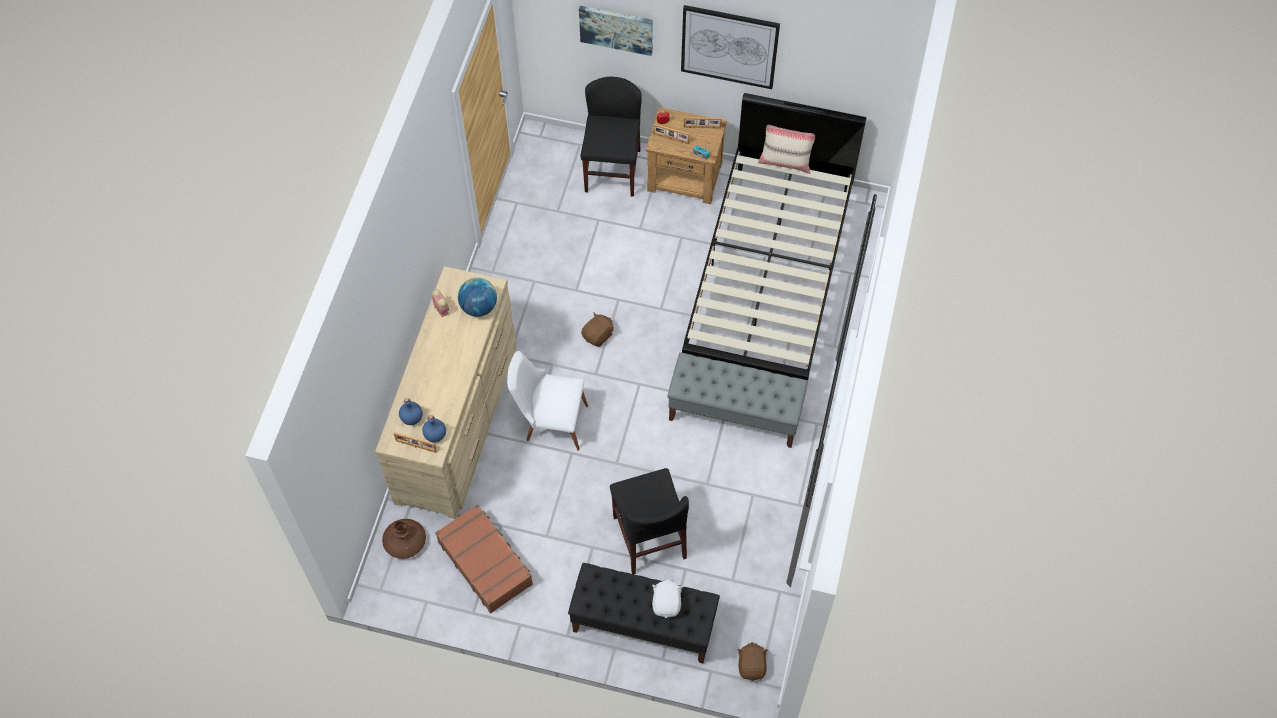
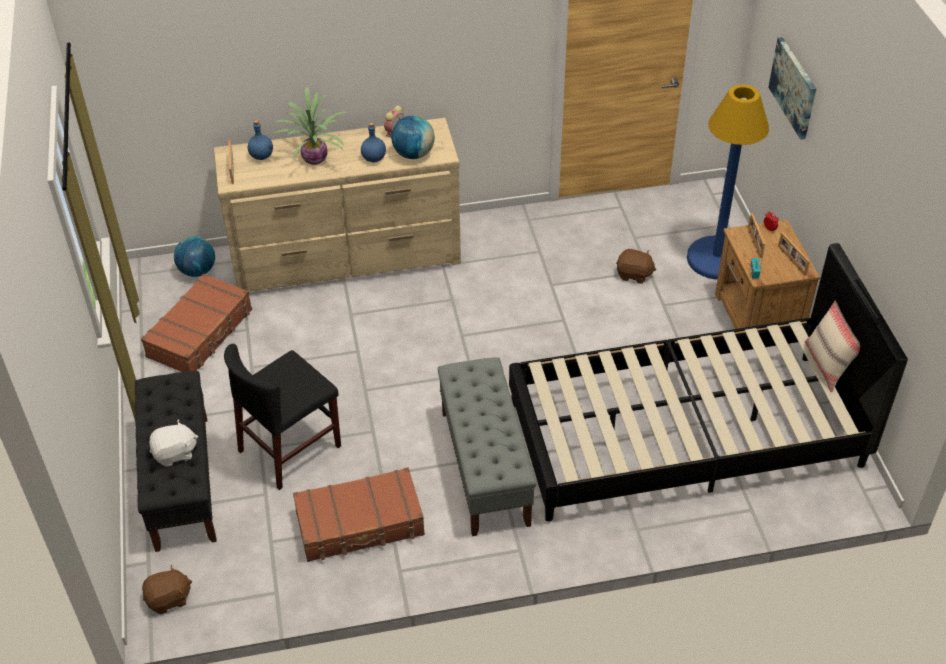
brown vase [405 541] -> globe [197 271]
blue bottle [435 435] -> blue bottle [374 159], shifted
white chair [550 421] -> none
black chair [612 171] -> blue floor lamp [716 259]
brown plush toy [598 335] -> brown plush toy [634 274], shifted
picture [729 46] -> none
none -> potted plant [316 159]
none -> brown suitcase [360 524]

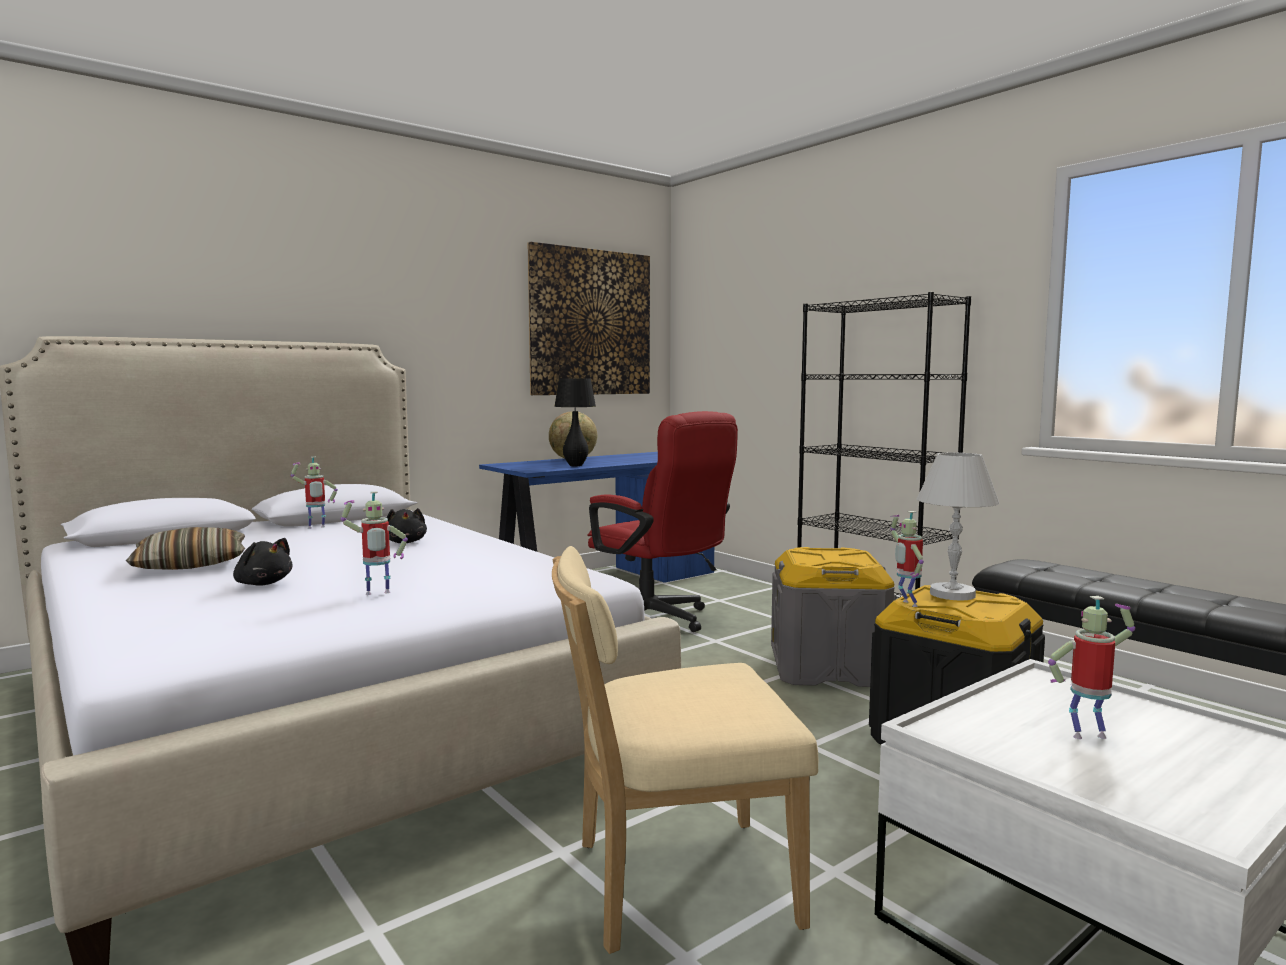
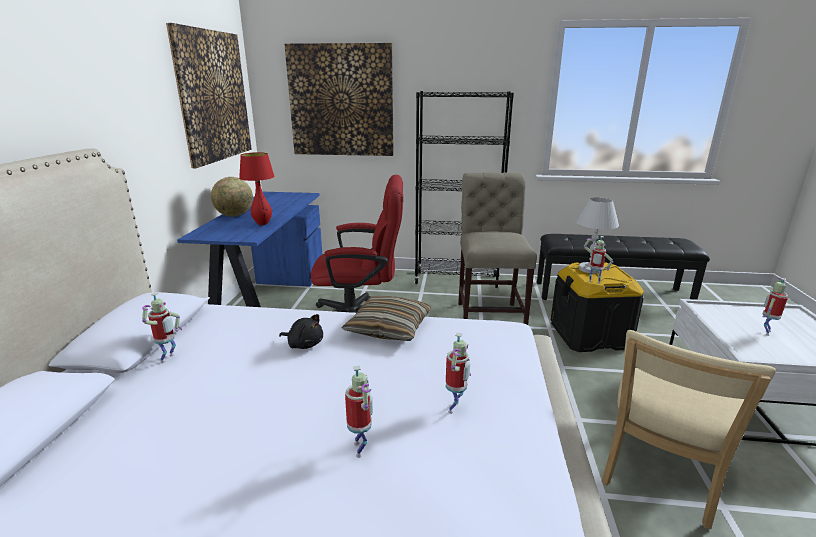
pillow [191 565] -> pillow [389 328], shifted
black plush toy [262 583] -> toy robot [361 449]
black table lamp [575 465] -> red table lamp [262 223]
grey storage box [828 668] -> beige chair [489 316]
none -> picture [341 101]

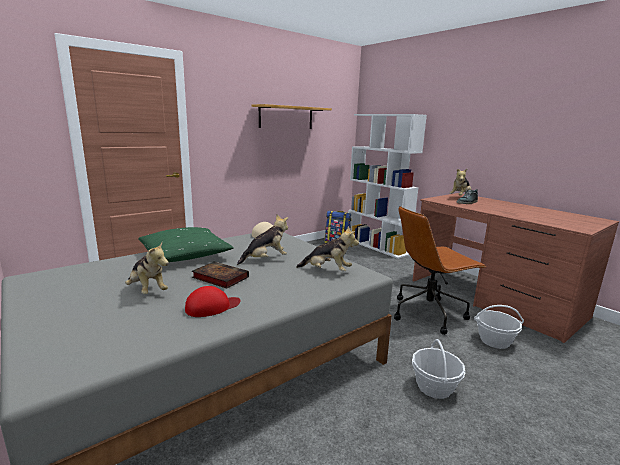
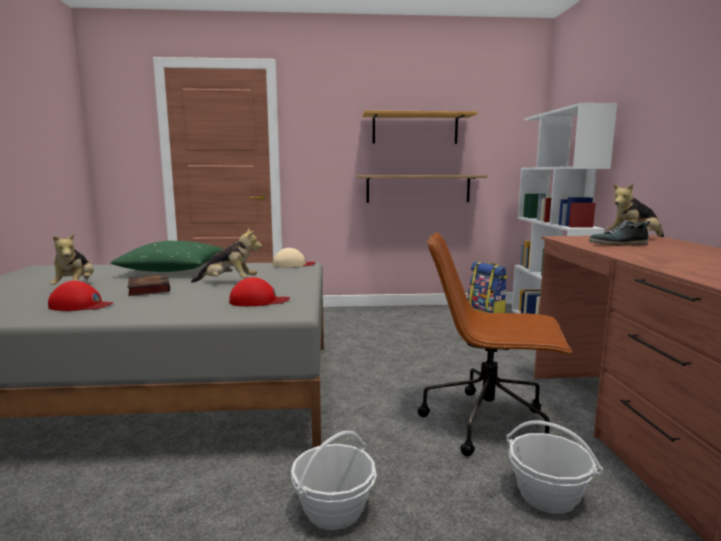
plush toy [327 271] -> red cap [258 301]
none -> shelf [418 188]

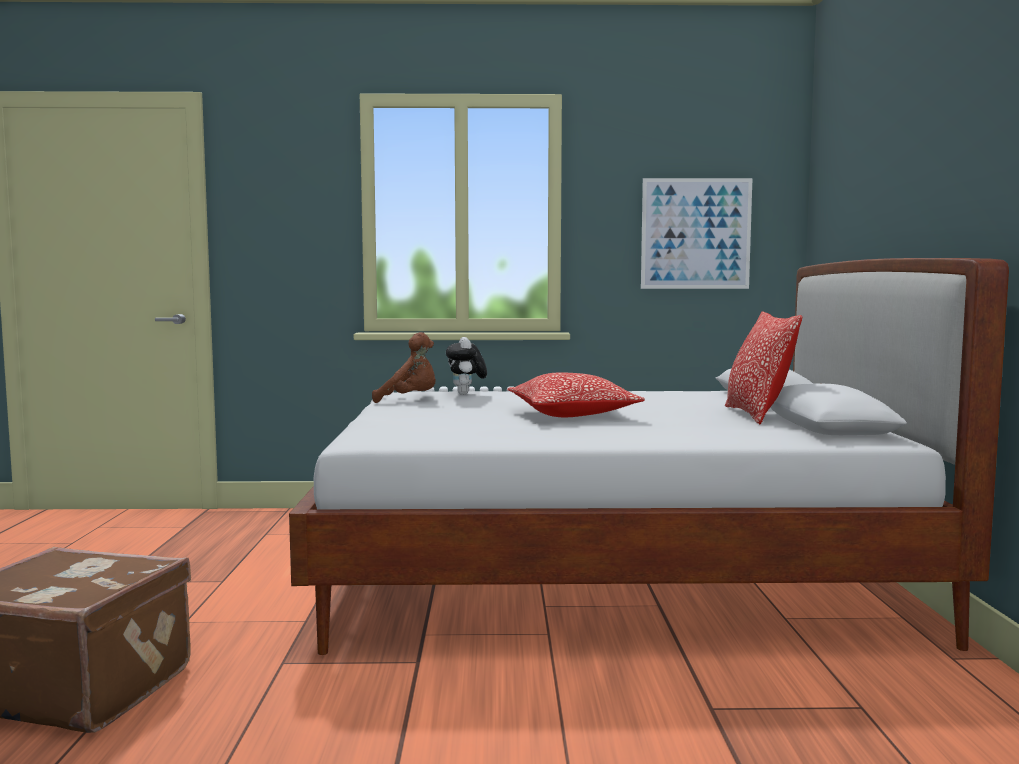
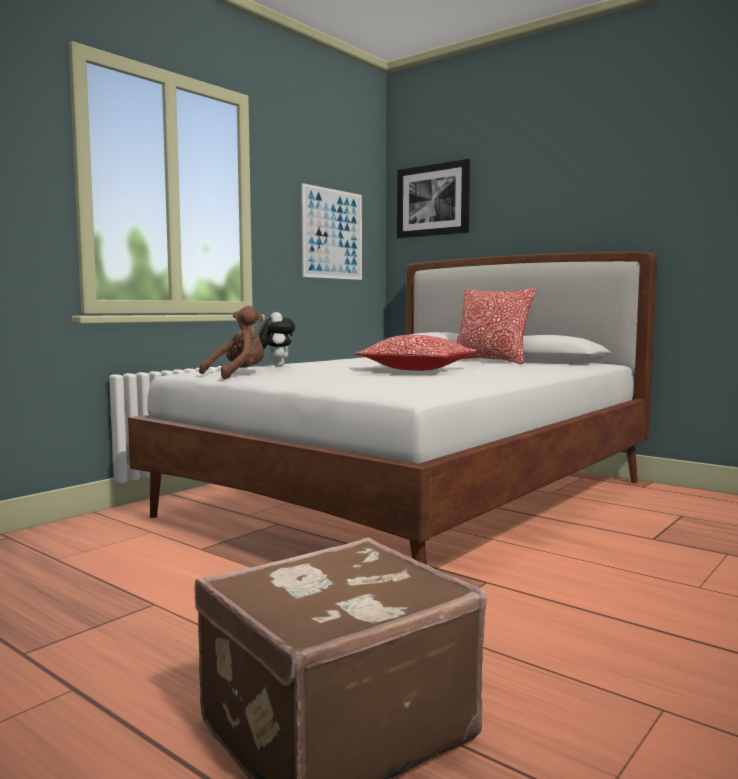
plush toy [466 394] -> plush toy [275 366], 135 degrees counterclockwise
none -> picture [433 200]

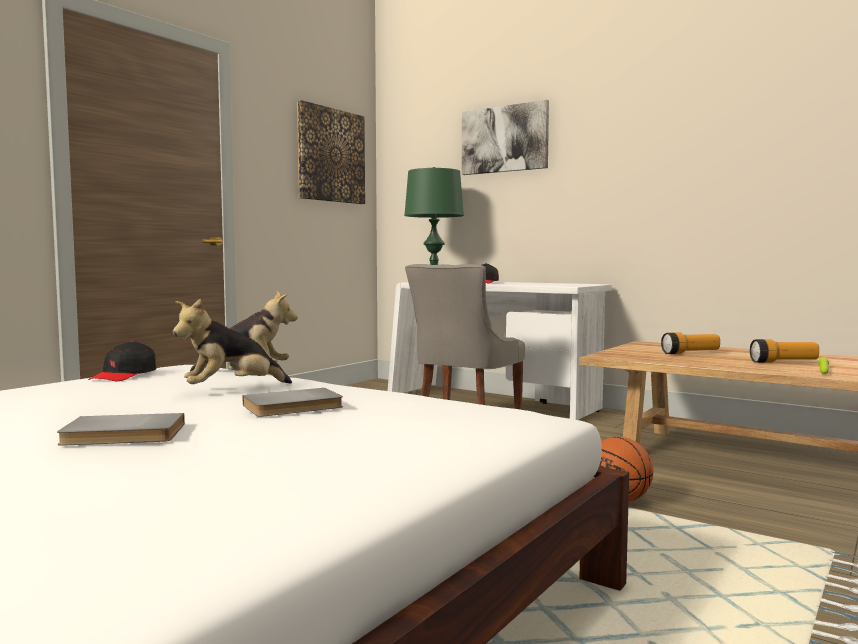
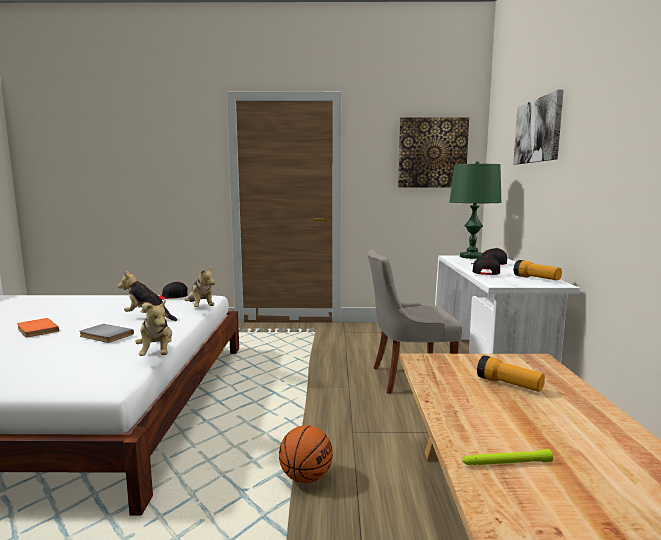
grey book [123 435] -> orange book [36 330]
flashlight [783 362] -> flashlight [536 279], shifted
none -> plush toy [157 354]
none -> black cap [485 273]

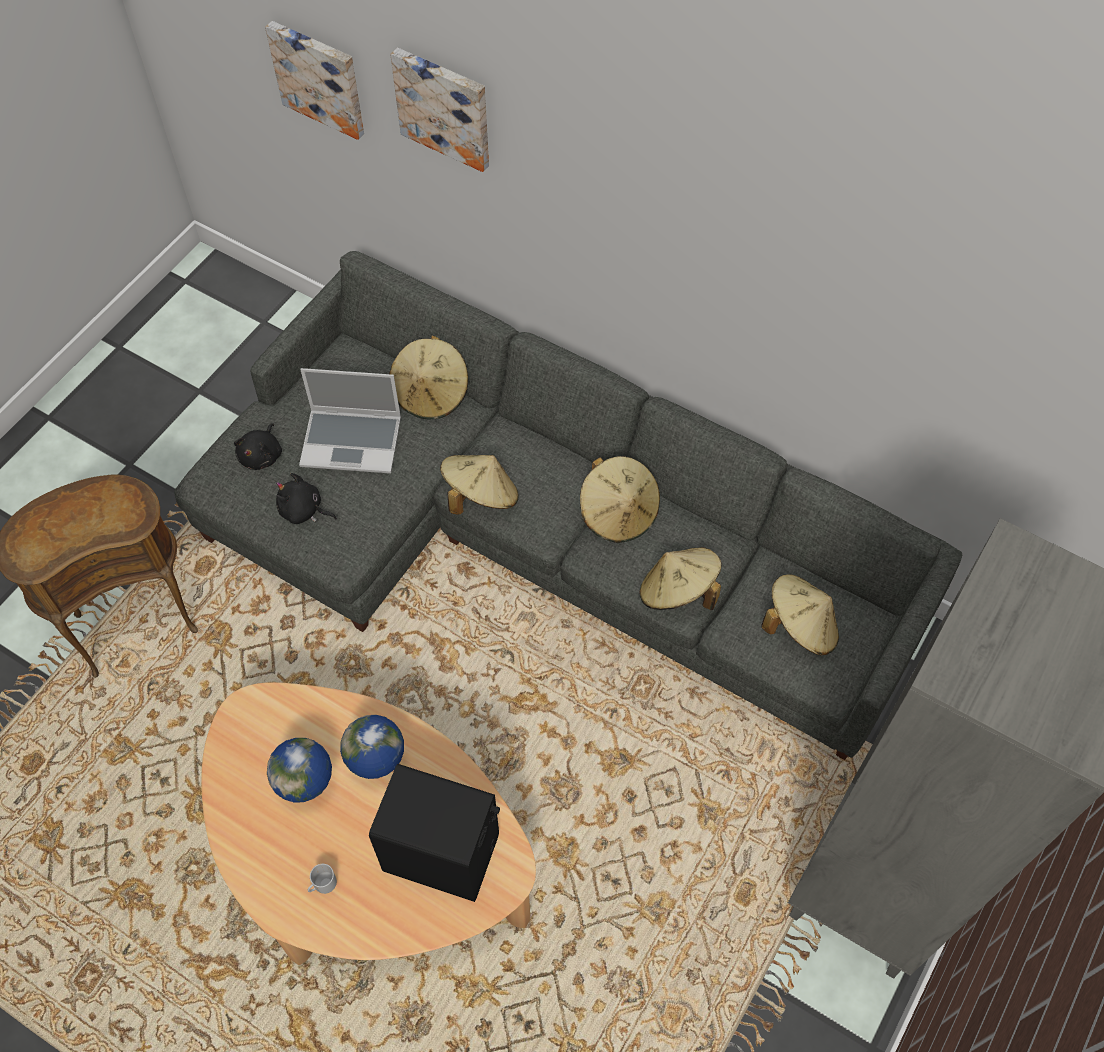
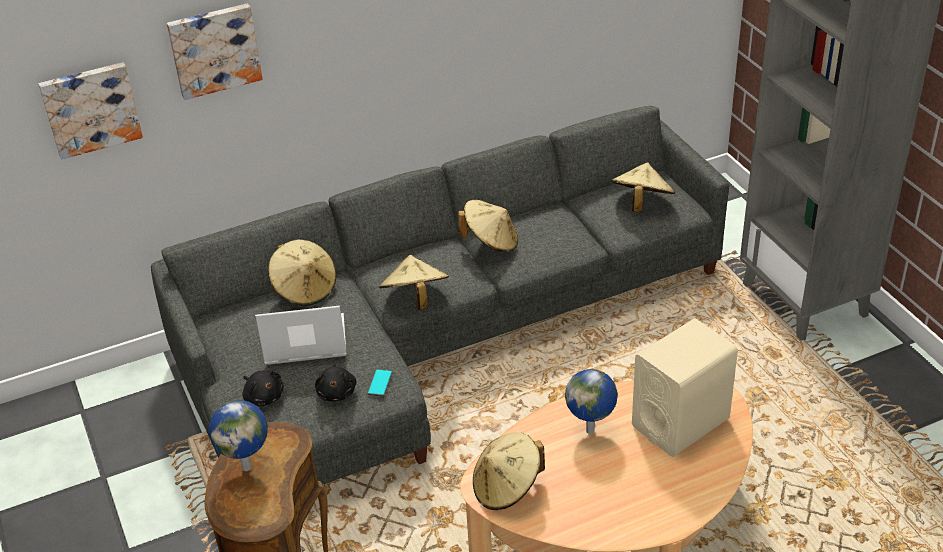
globe [310 790] -> globe [247 466], shifted
black plush toy [303 510] -> black plush toy [337 392], 60 degrees counterclockwise
laptop [353 441] -> laptop [304 342], 135 degrees counterclockwise
mug [324 884] -> none
black speaker [442 853] -> beige speaker [680 422]
beige hat [678 592] -> beige hat [507 488], shifted
none -> phone [380 383]

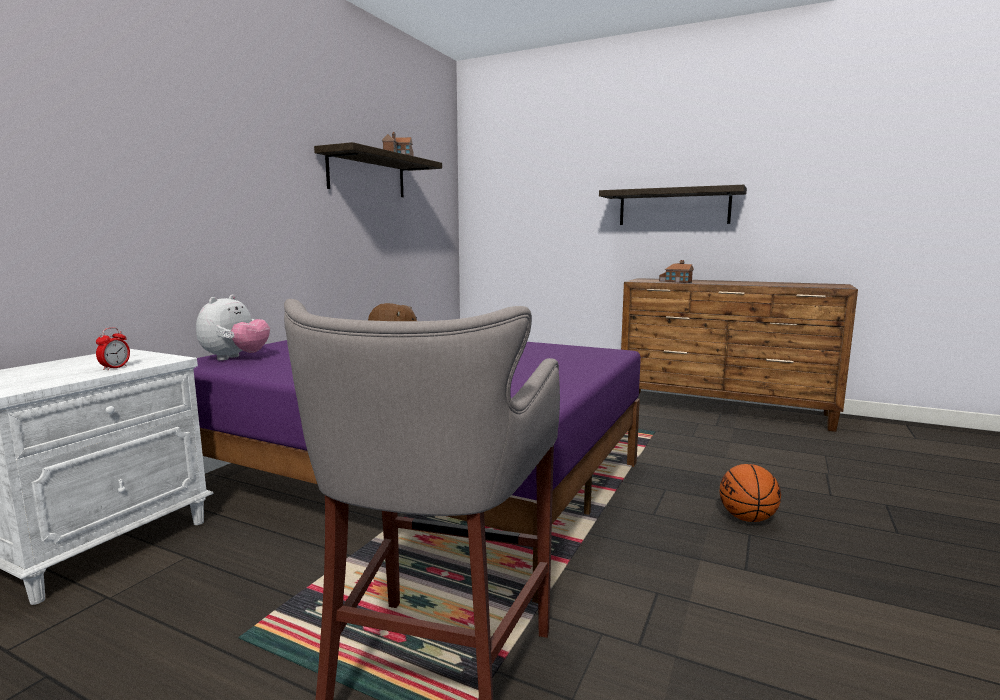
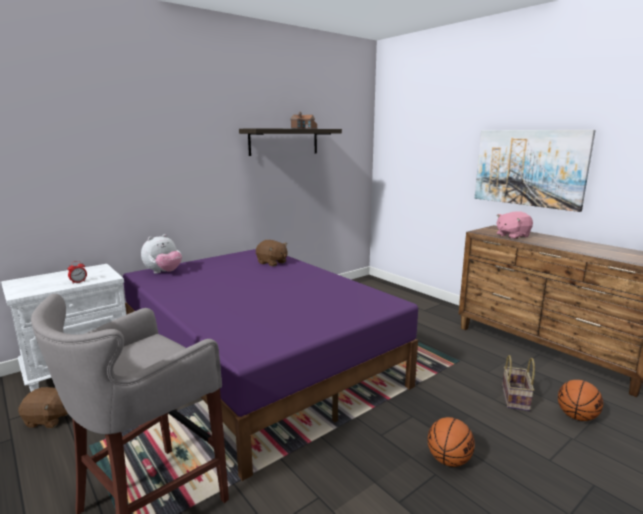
shelf [673 207] -> picture [529 168]
toy house [676 281] -> pink plush toy [512 236]
none -> brown plush toy [49 419]
none -> basket [516 399]
none -> basketball [576 416]

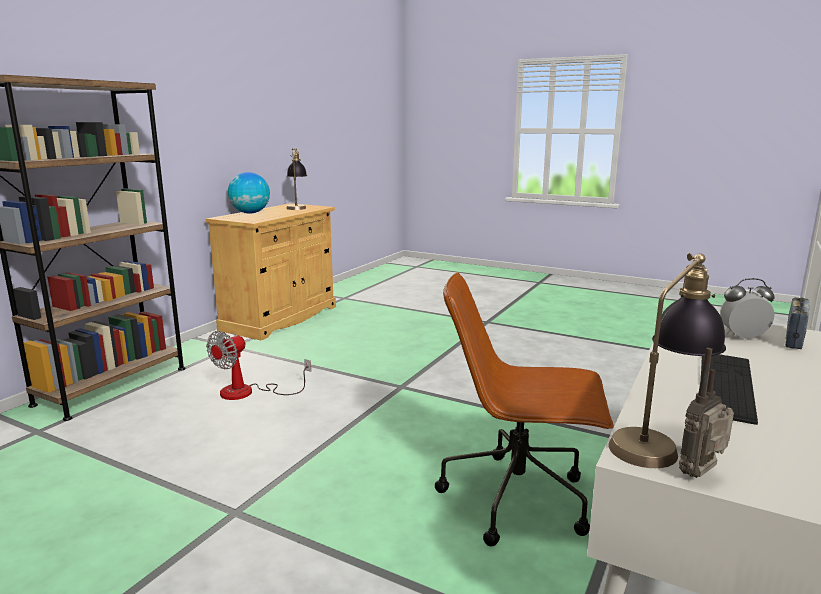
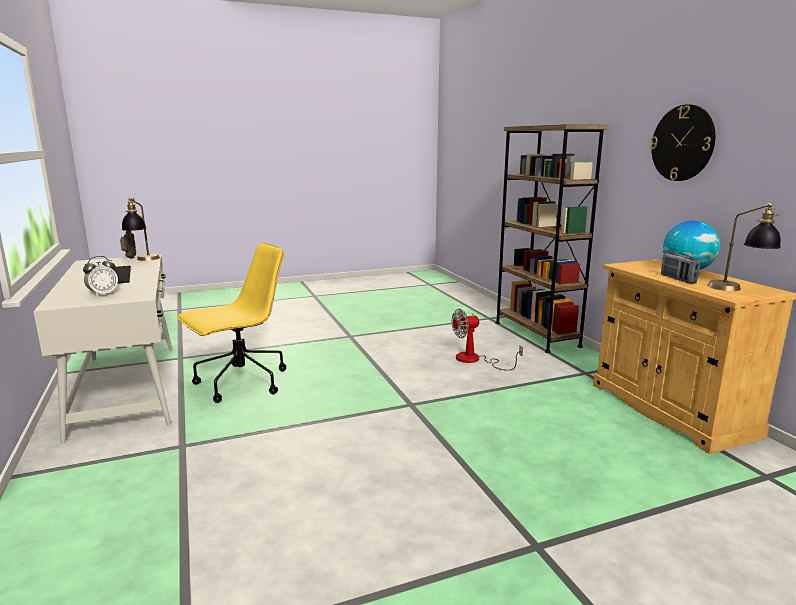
fan [248 392] -> fan [475 360], 90 degrees counterclockwise
brown office chair [518 498] -> yellow office chair [240 383]
radio [794 340] -> radio [678 279], shifted
none -> wall clock [682 143]

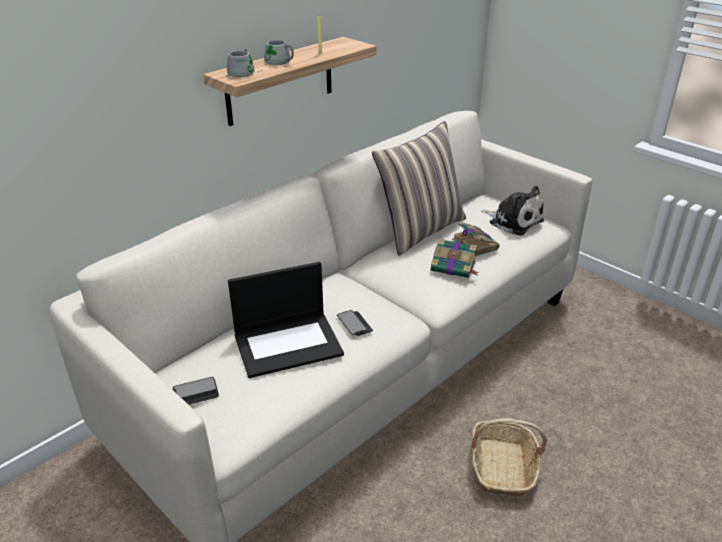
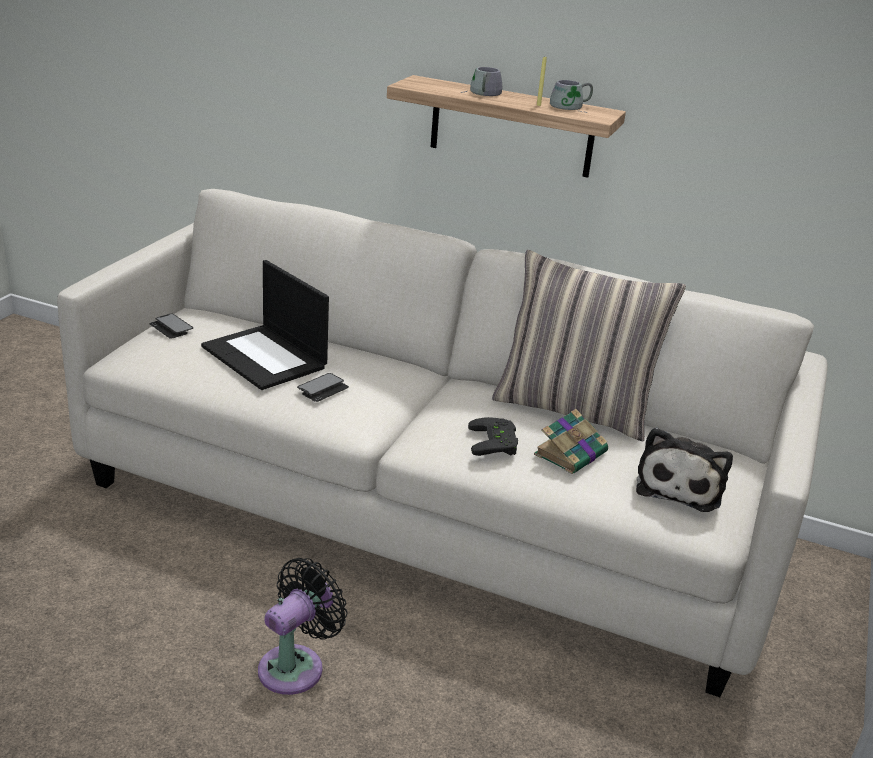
grey mug [245 72] -> grey mug [571 107], shifted
book [454 267] -> black game controller [496 442]
basket [502 467] -> black fan [296 666]

